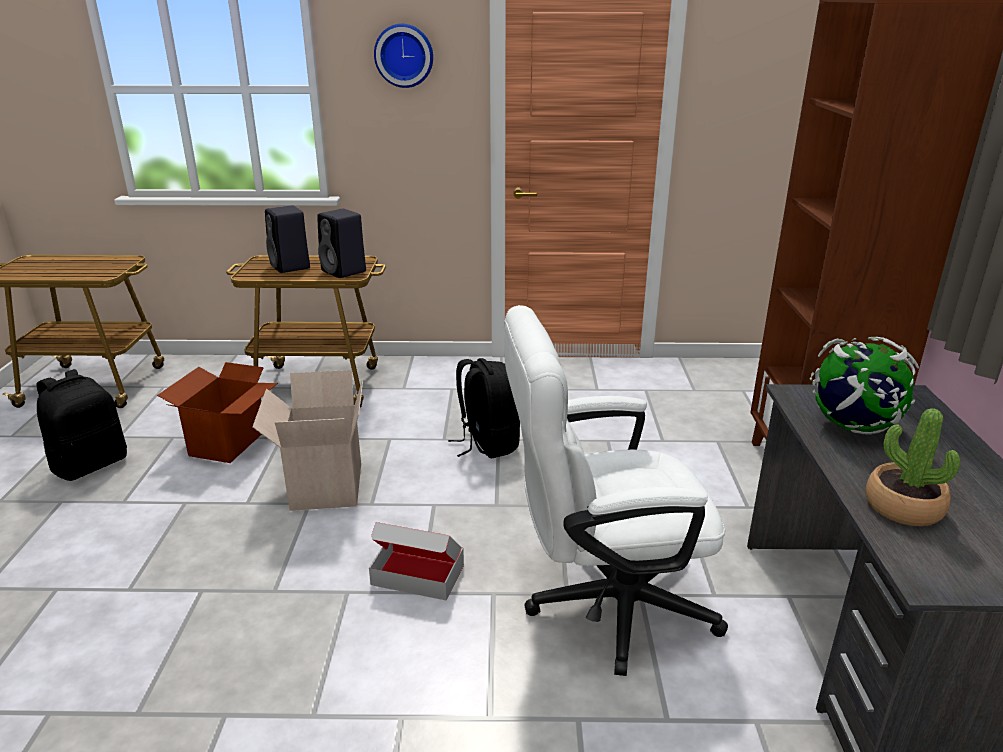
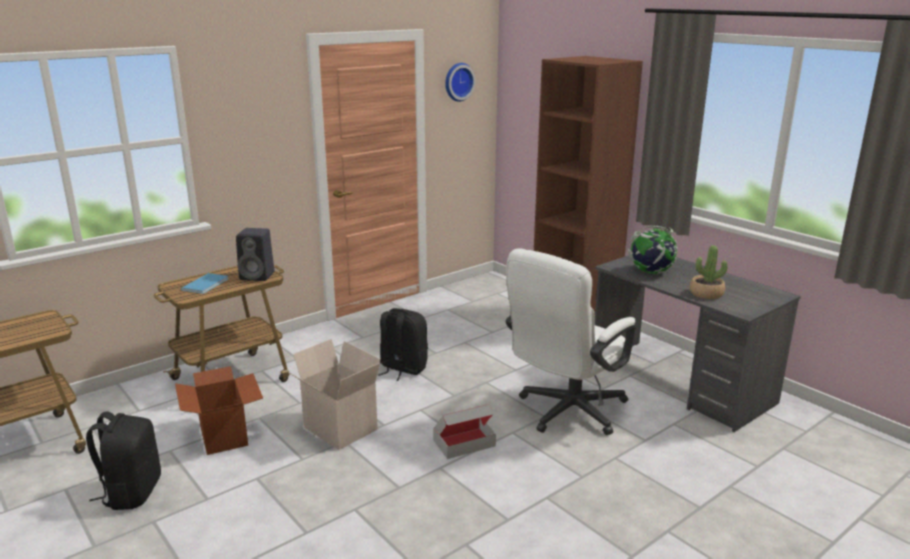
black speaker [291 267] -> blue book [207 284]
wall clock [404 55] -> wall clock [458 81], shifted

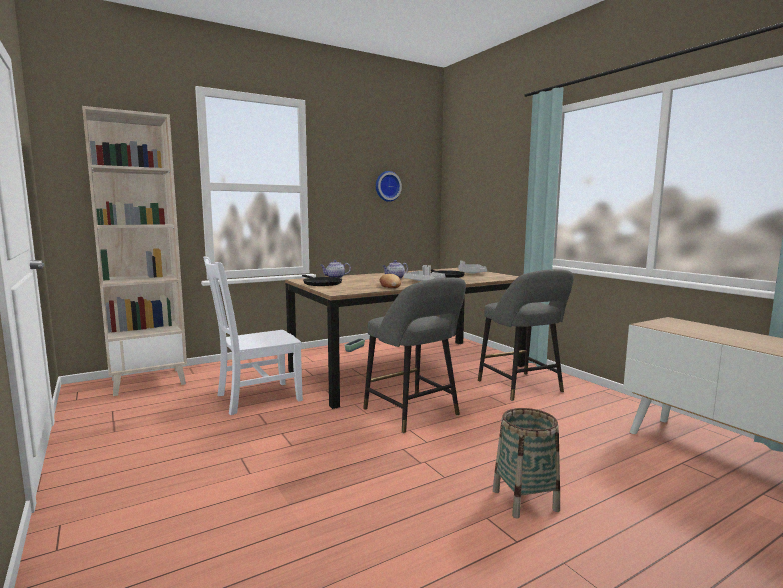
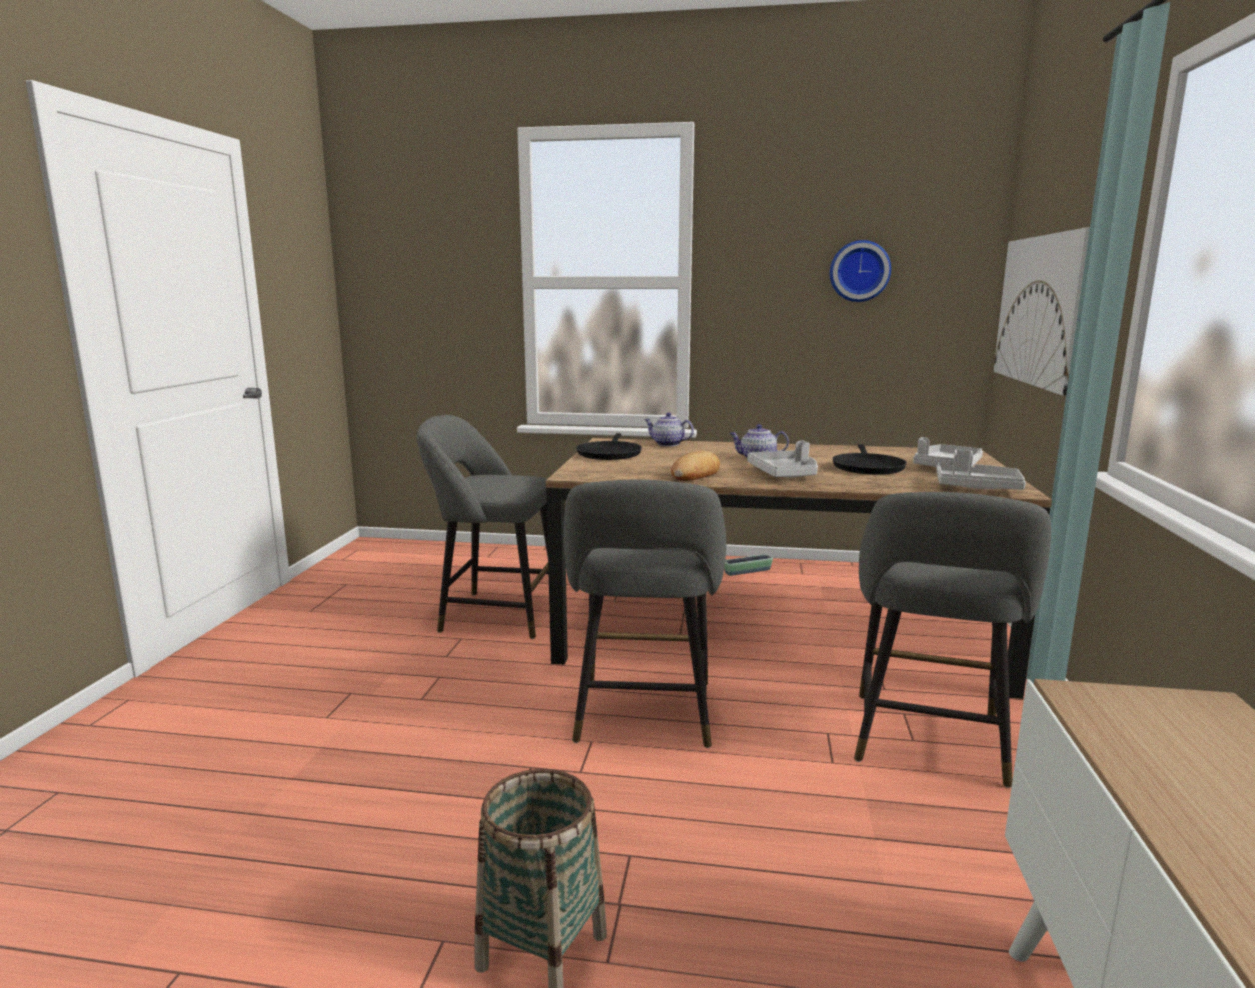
beige bookcase [149 381] -> none
white chair [256 398] -> grey stool [493 614]
none -> grey tray [976 487]
none -> picture [1041 310]

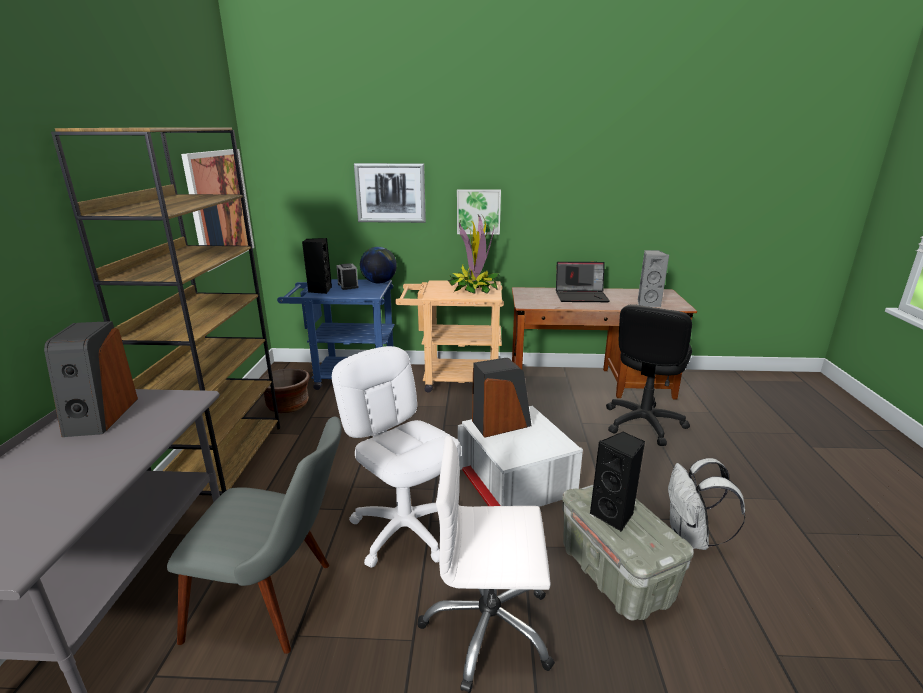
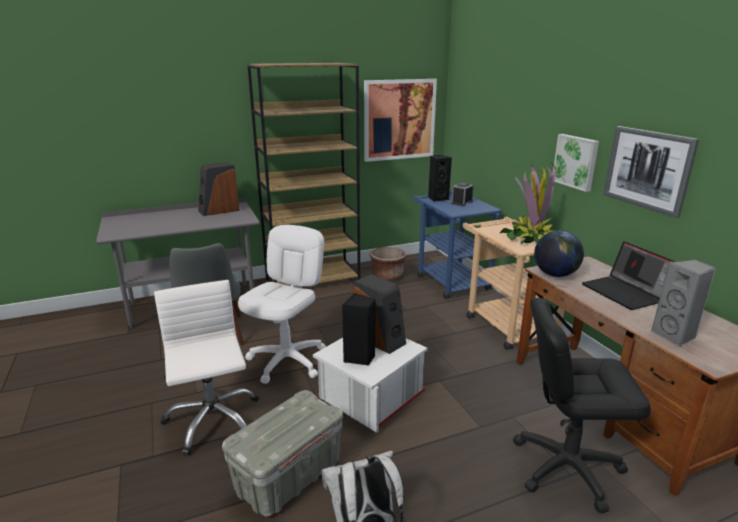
picture [390 193] -> picture [647 169], shifted
globe [379 282] -> globe [555 274], shifted
black speaker [614 515] -> black speaker [360 358], shifted

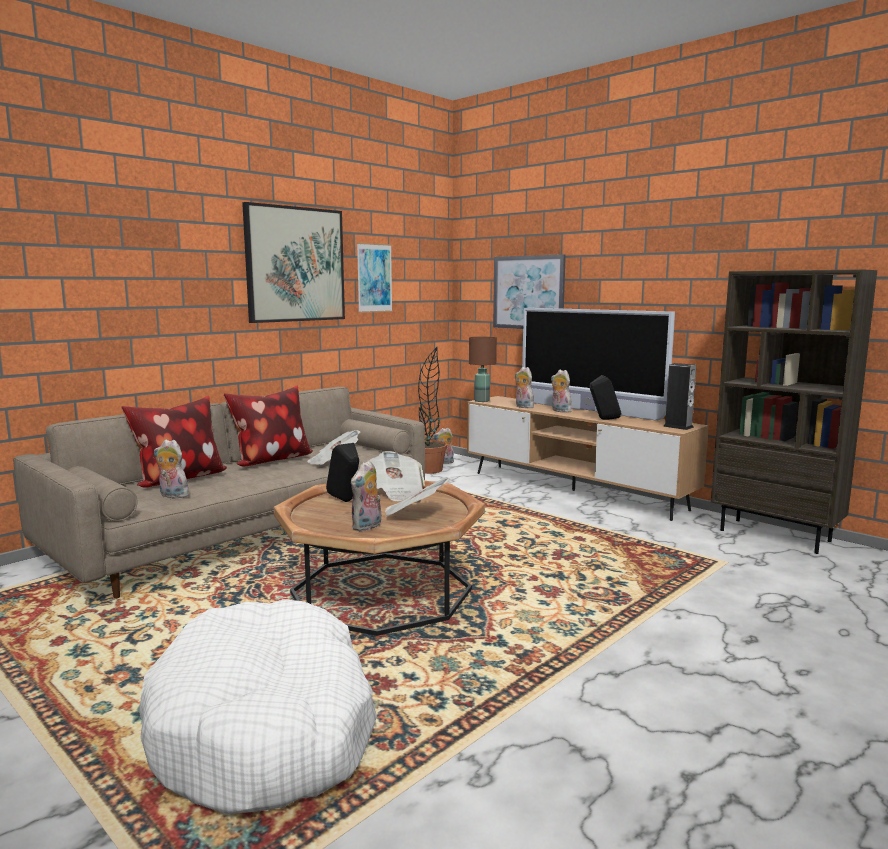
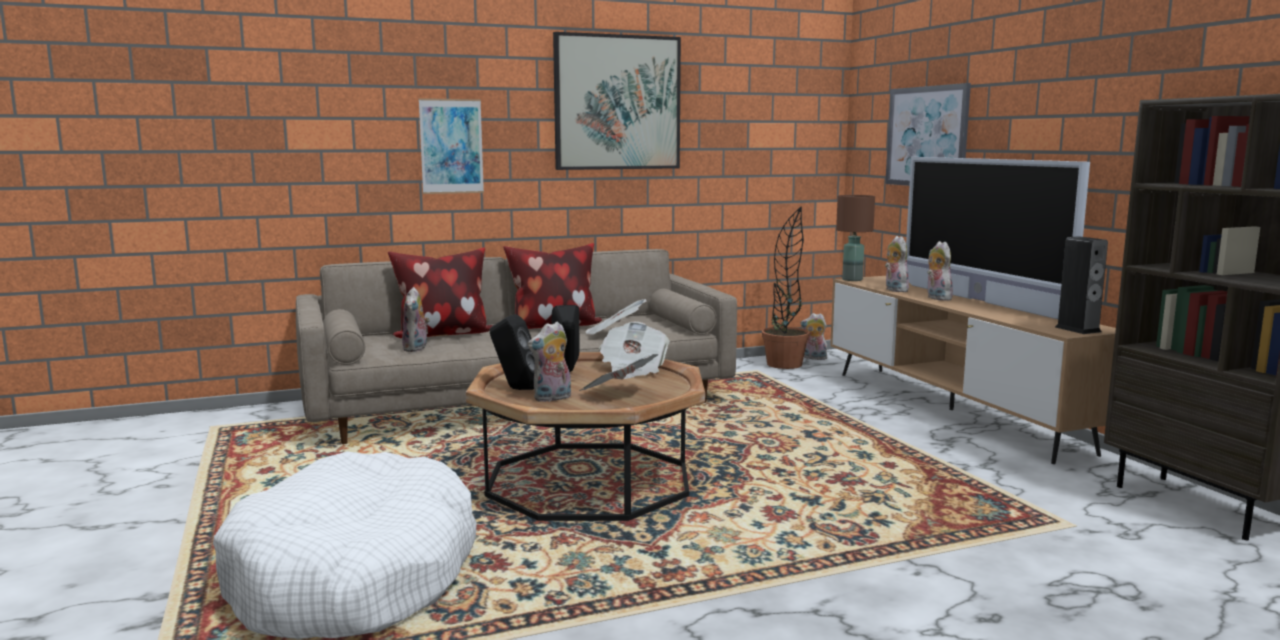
plush toy [172 496] -> plush toy [416 349], 135 degrees counterclockwise
picture [374 278] -> picture [451 146], shifted
black speaker [603 419] -> black speaker [516 389], shifted

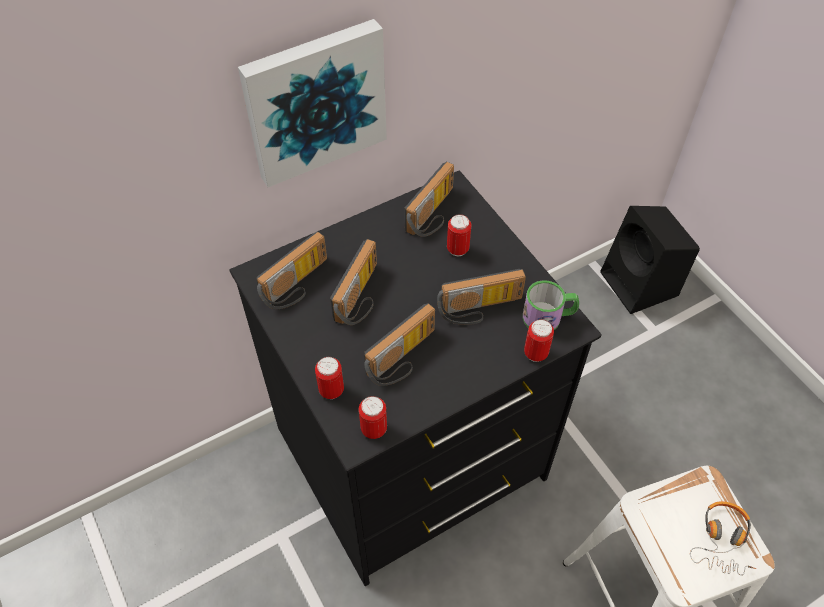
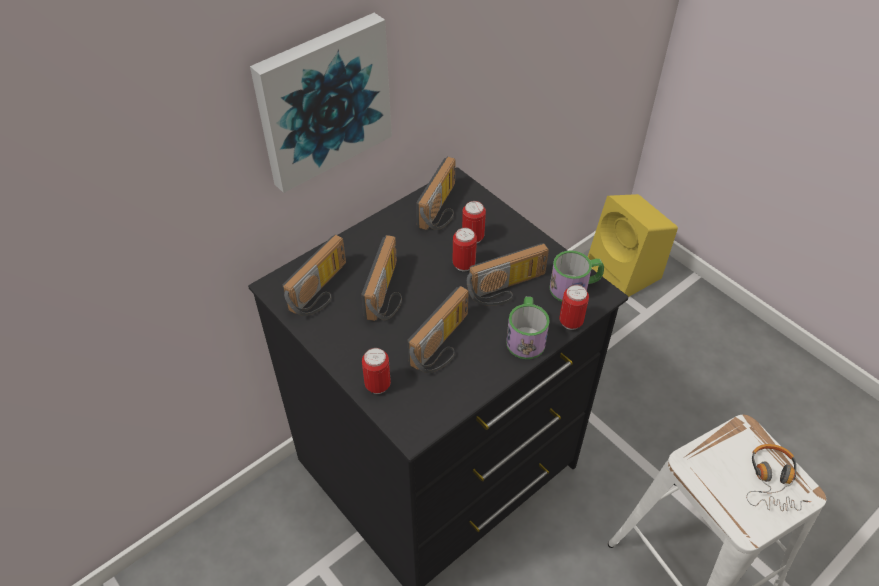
can [374 429] -> can [463 264], shifted
black speaker [640 285] -> yellow speaker [624 273]
none -> mug [525 337]

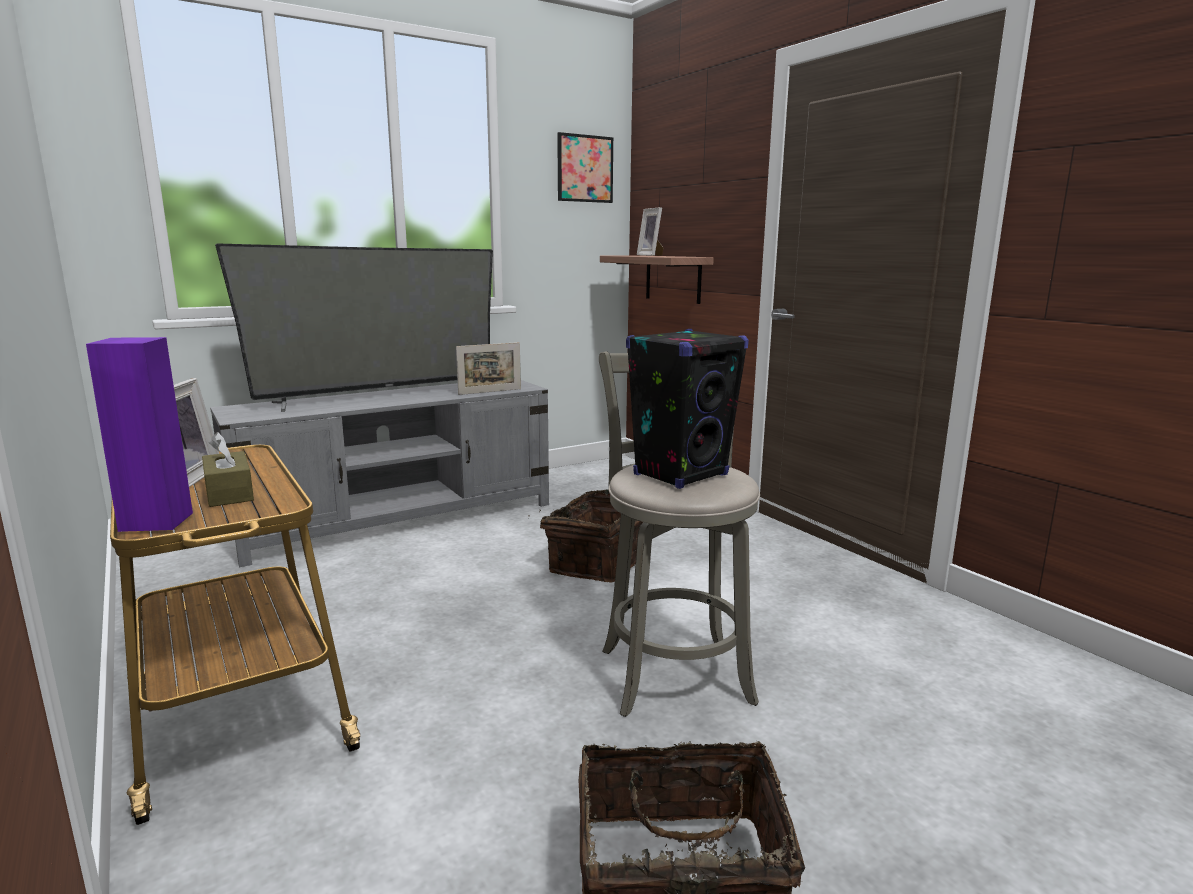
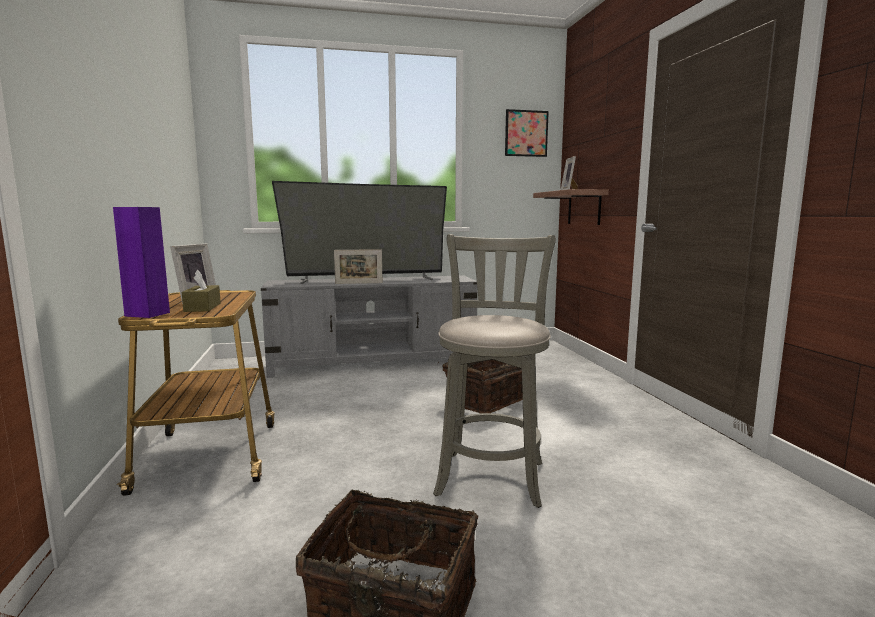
picture frame [490 391] -> picture frame [358 283], shifted
black speaker [681 475] -> none

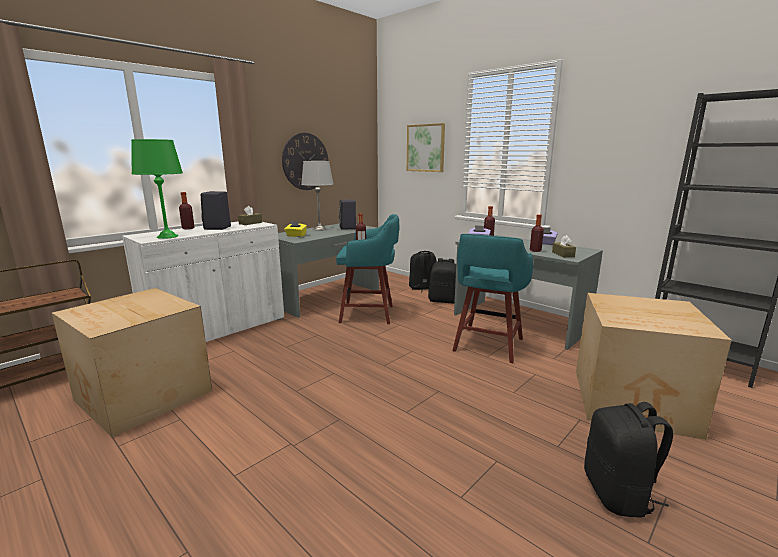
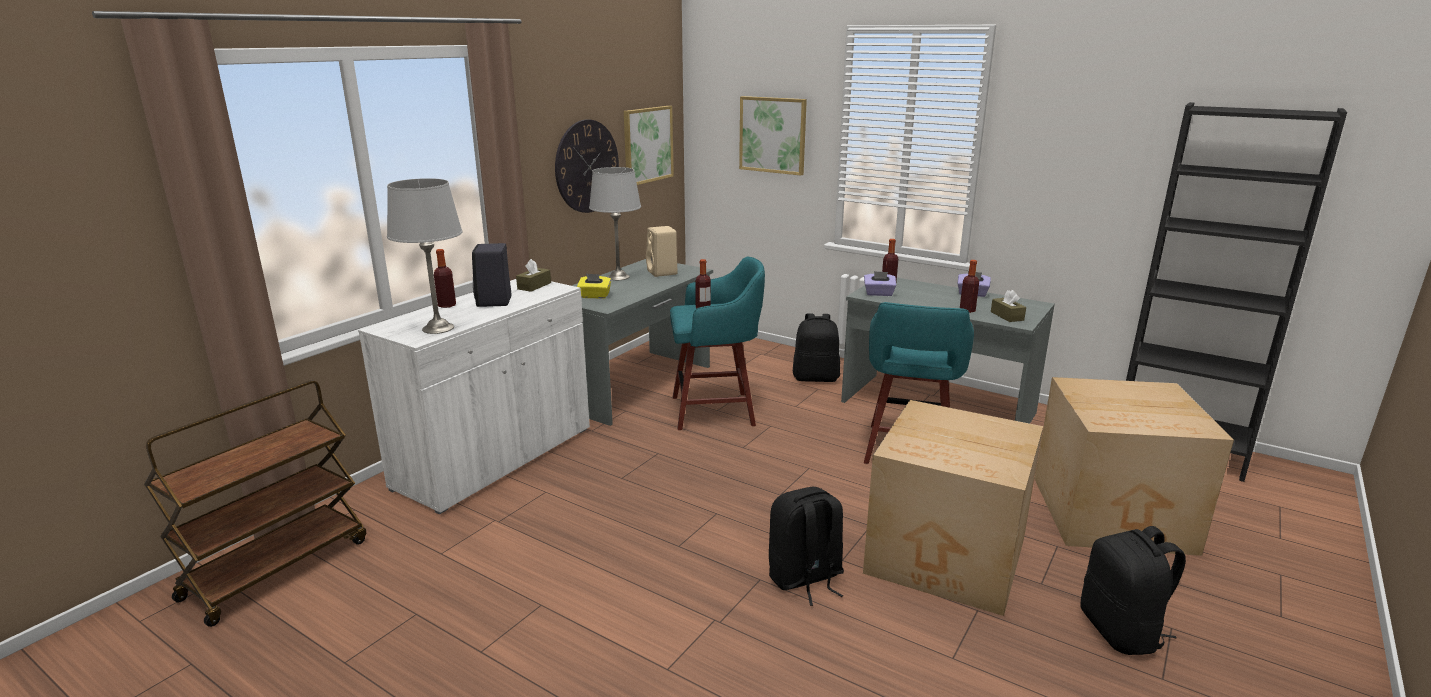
cardboard box [143 396] -> cardboard box [947 557], shifted
green table lamp [167 236] -> grey table lamp [438 328]
black speaker [348 228] -> beige speaker [663 273]
black backpack [422 288] -> black backpack [805 579], shifted
none -> picture [647 145]

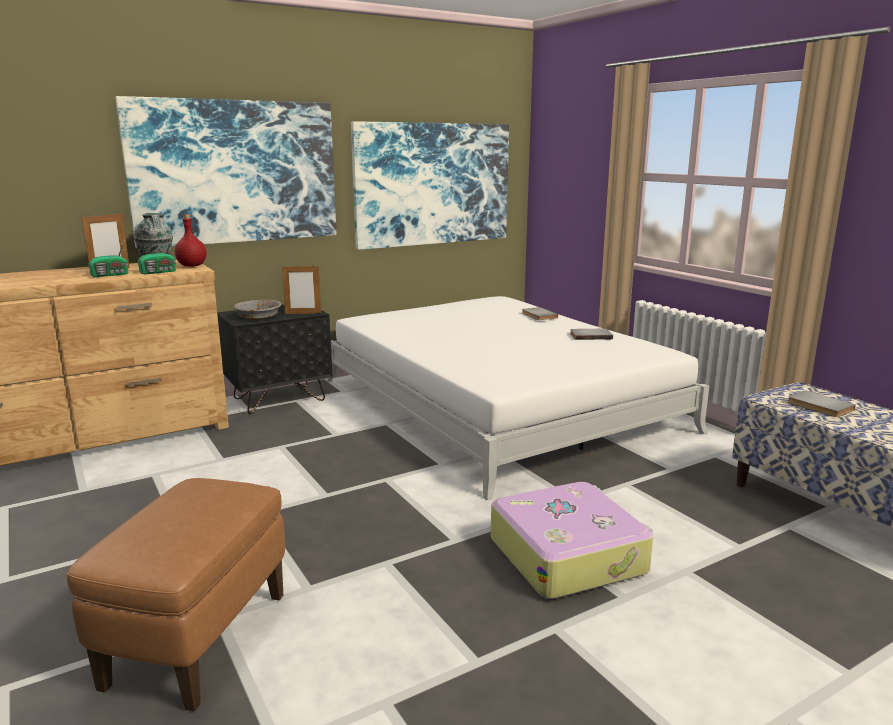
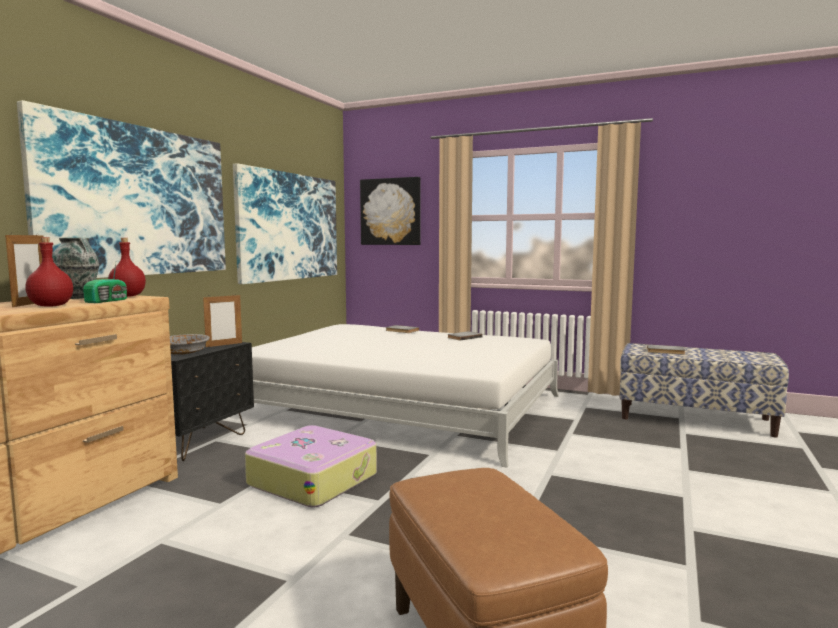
radio [111 275] -> red bottle [51 306]
suitcase [568 555] -> suitcase [313 479], shifted
none -> picture [390 211]

